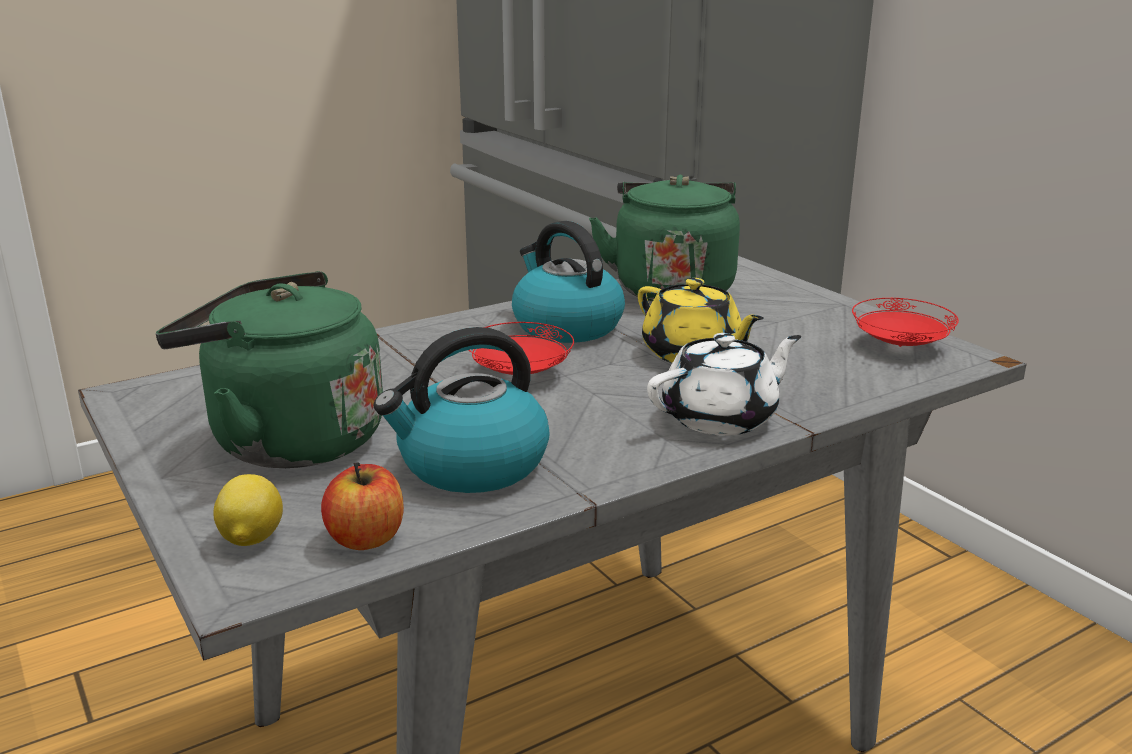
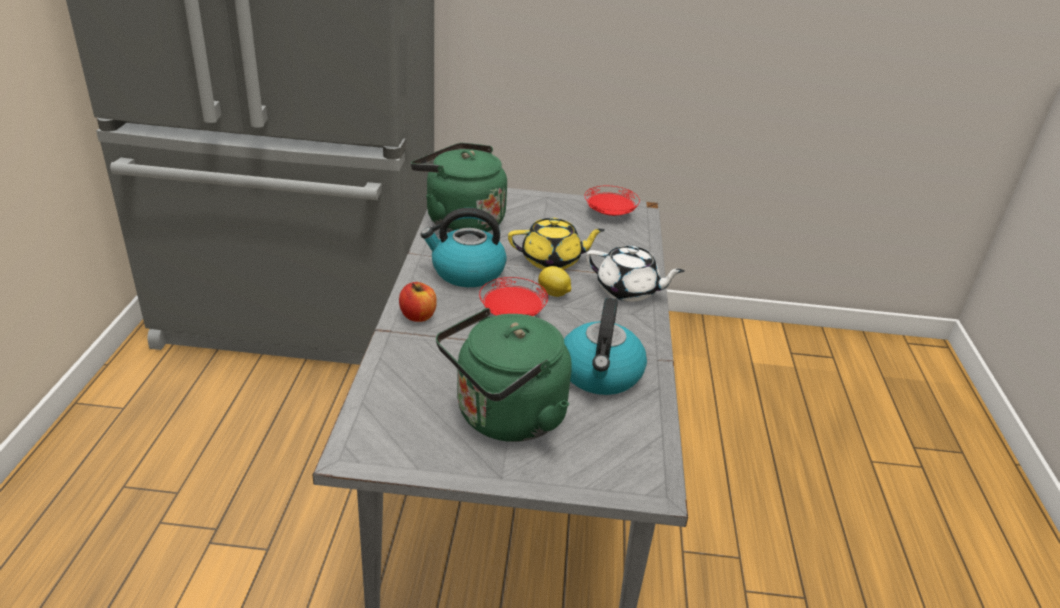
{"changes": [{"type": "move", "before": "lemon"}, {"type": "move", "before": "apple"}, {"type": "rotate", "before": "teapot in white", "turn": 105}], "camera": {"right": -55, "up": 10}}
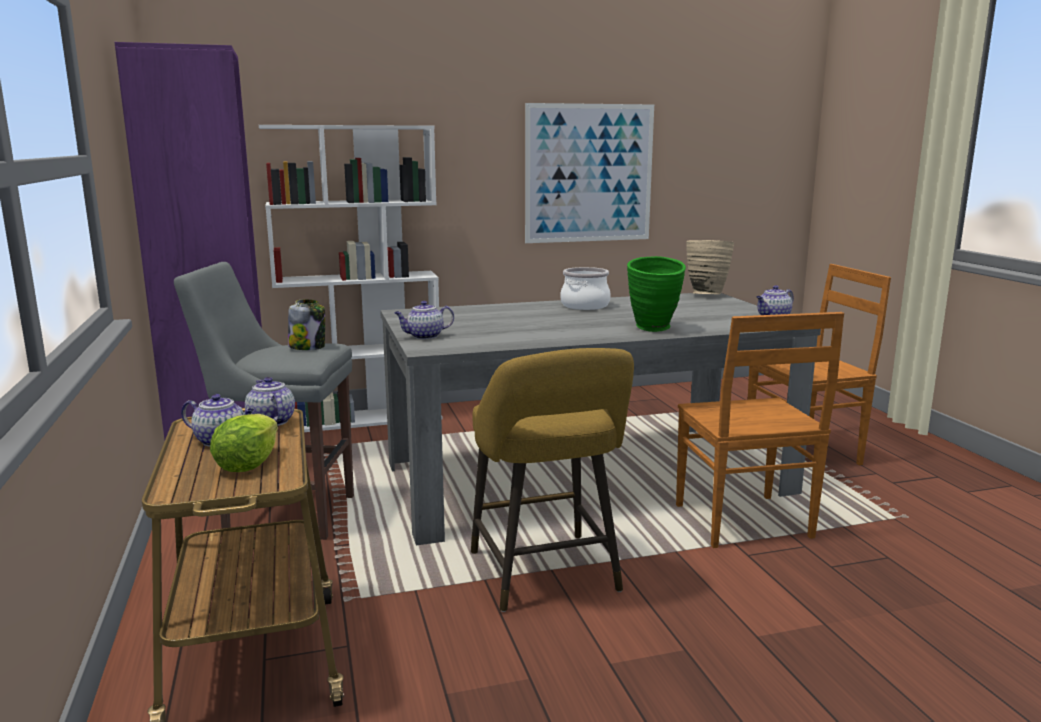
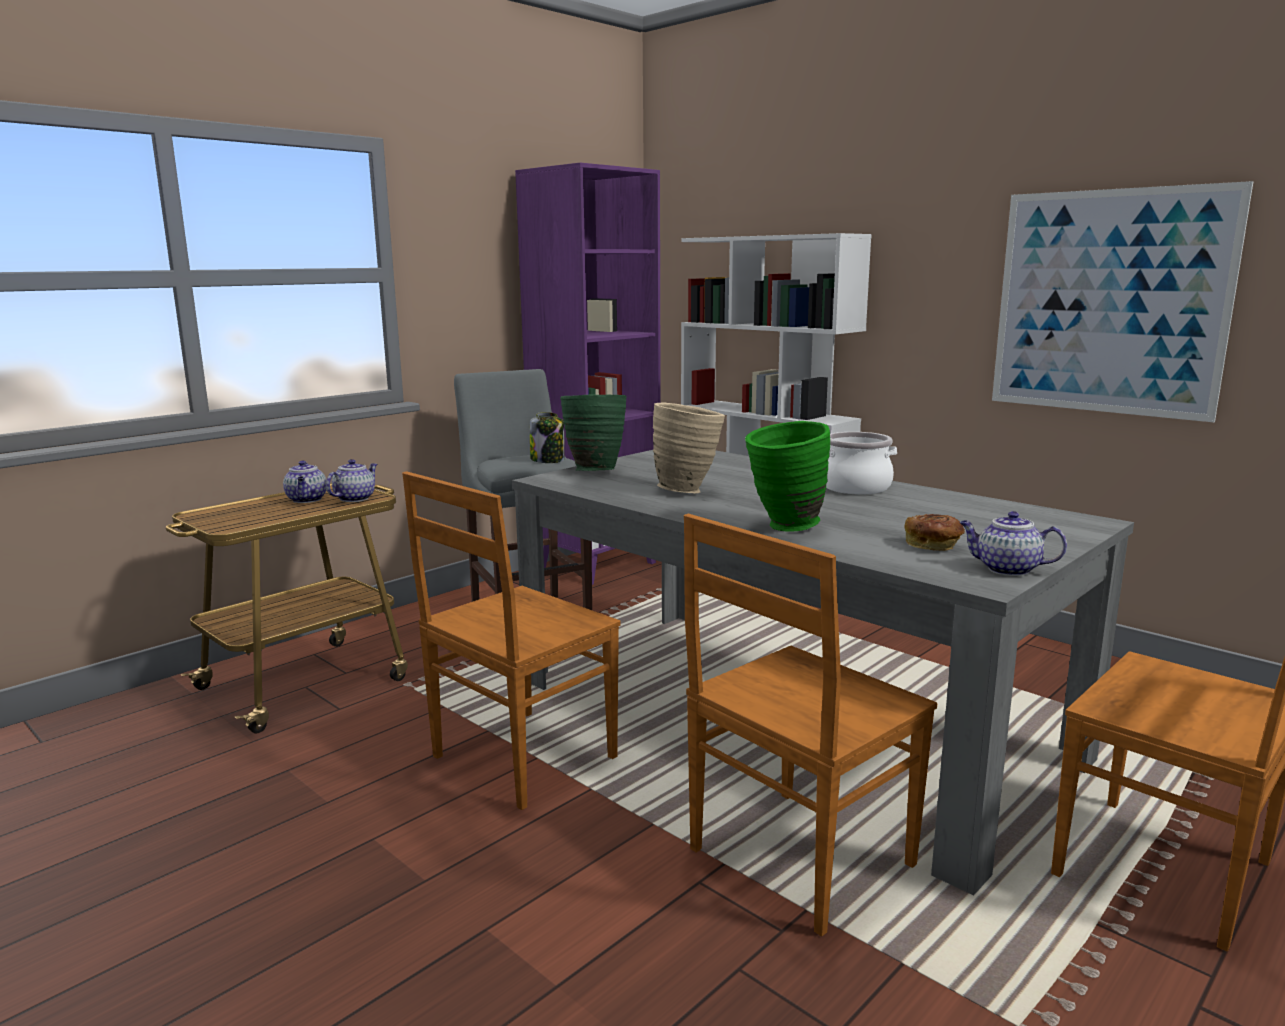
{"changes": [{"type": "delete", "before": "lettuce"}, {"type": "replace", "before": "teapot (3rd from left)", "after": "vase in green (1st from left)"}, {"type": "replace", "before": "stool in yellow", "after": "chair in brown (1st from left)"}, {"type": "move", "before": "vase in beige"}, {"type": "insert", "after": "bread"}], "camera": {"right": 60, "up": 0}}
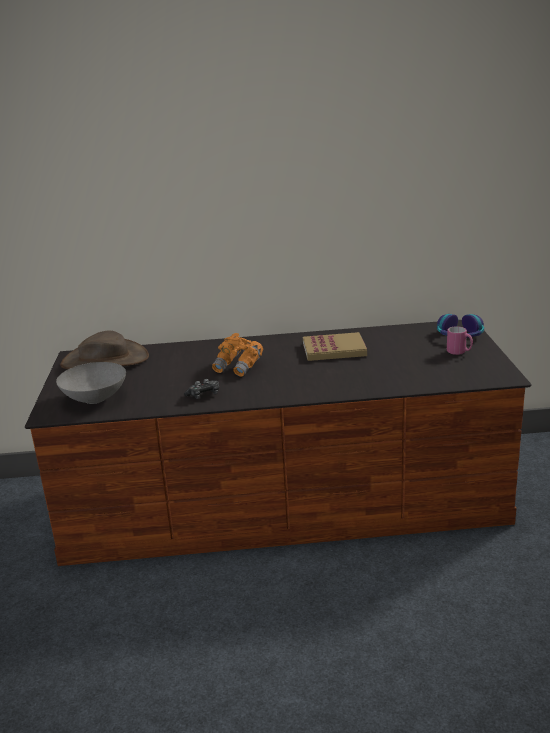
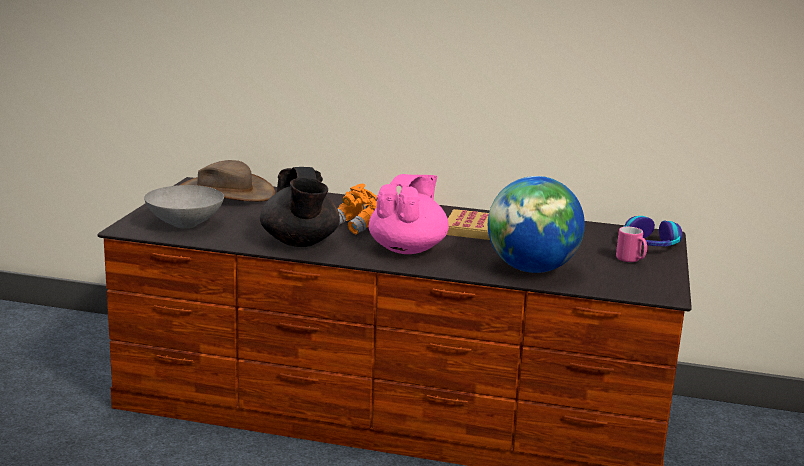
{"changes": [{"type": "replace", "before": "game controller", "after": "teapot in black"}, {"type": "insert", "after": "teapot in pink"}, {"type": "insert", "after": "globe"}], "camera": {"right": 15, "up": -5}}
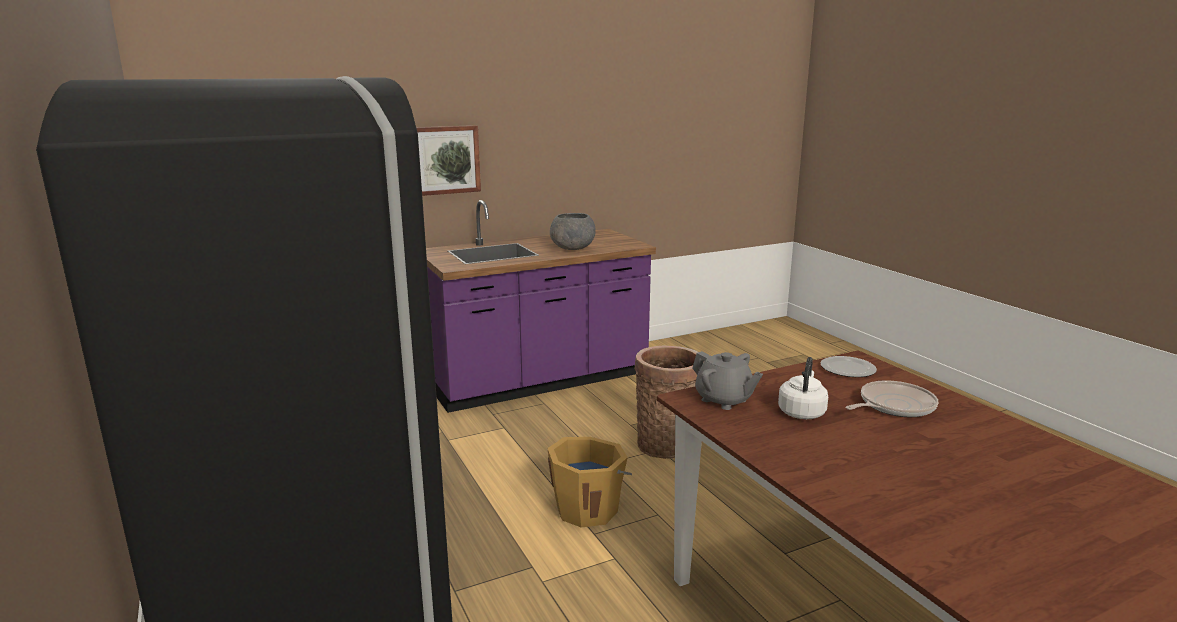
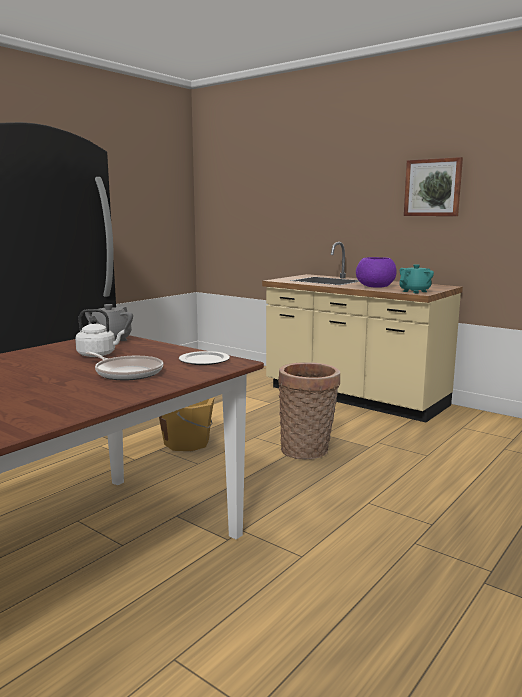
{"changes": [{"type": "move", "before": "picture"}, {"type": "recolor", "before": "counter in purple", "after": "counter in beige"}, {"type": "recolor", "before": "bowl in grey", "after": "bowl in purple"}, {"type": "insert", "after": "teapot in turquoise"}], "camera": {"right": 65, "up": -5}}
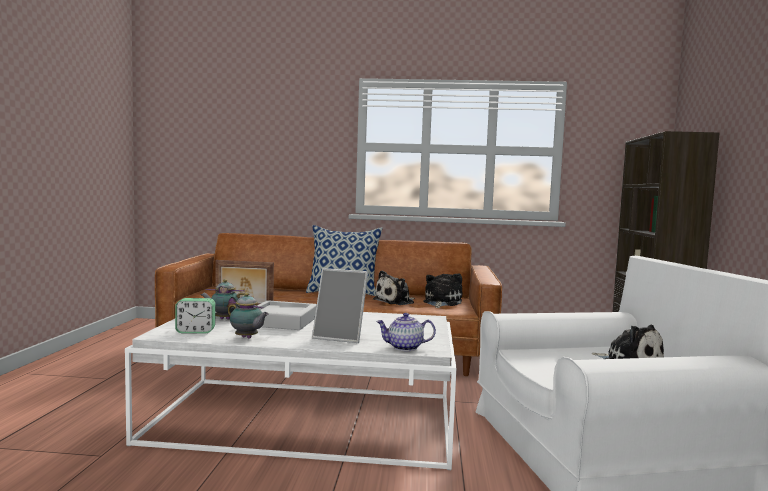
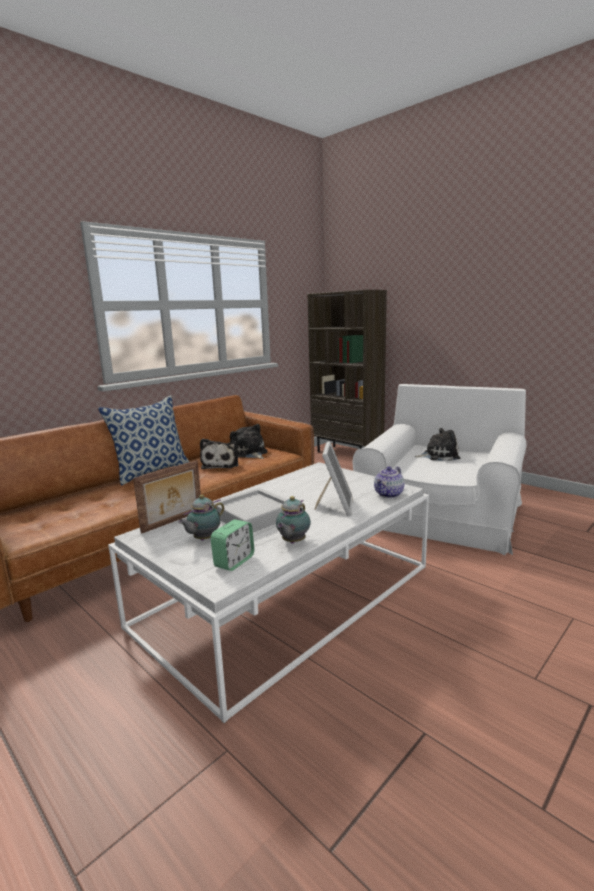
{"changes": [{"type": "rotate", "before": "teapot (2nd from left)", "turn": 135}, {"type": "rotate", "before": "picture frame (2nd from left)", "turn": -45}], "camera": {"right": -50, "up": 10}}
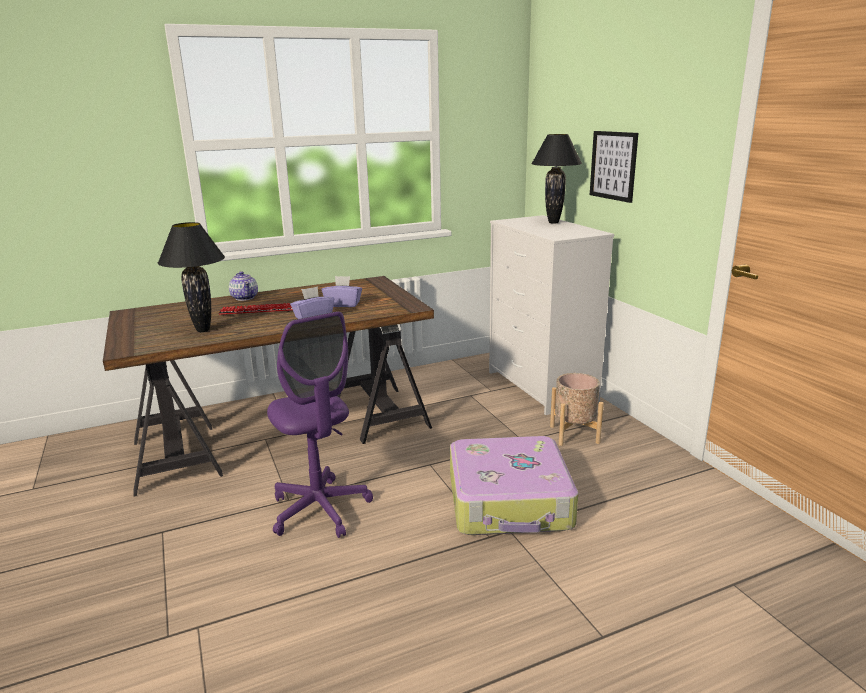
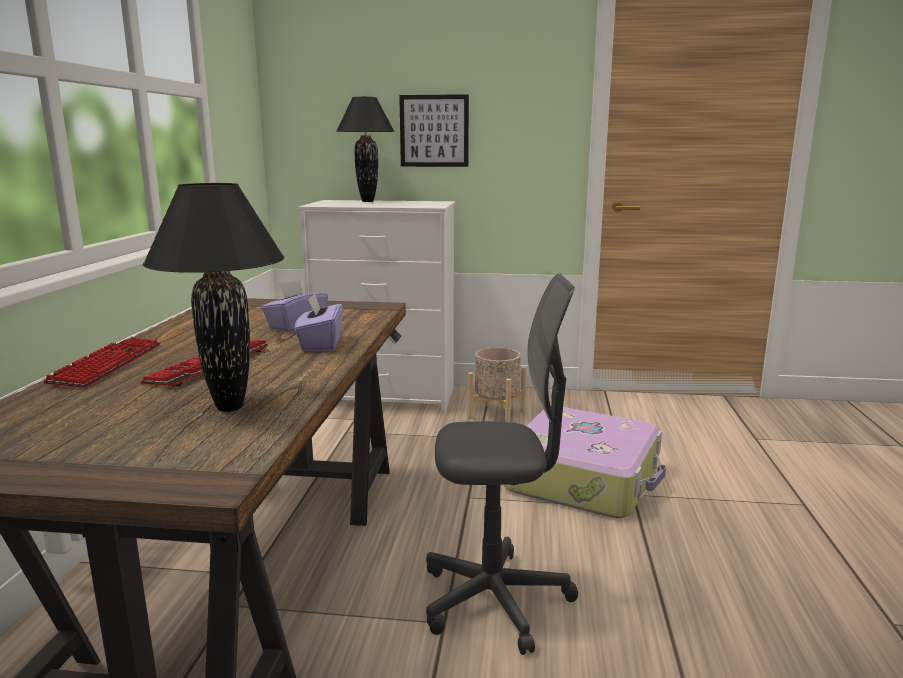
{"changes": [{"type": "replace", "before": "teapot", "after": "keyboard (1st from left)"}, {"type": "recolor", "before": "office chair in purple", "after": "office chair in grey"}], "camera": {"right": -60, "up": -5}}
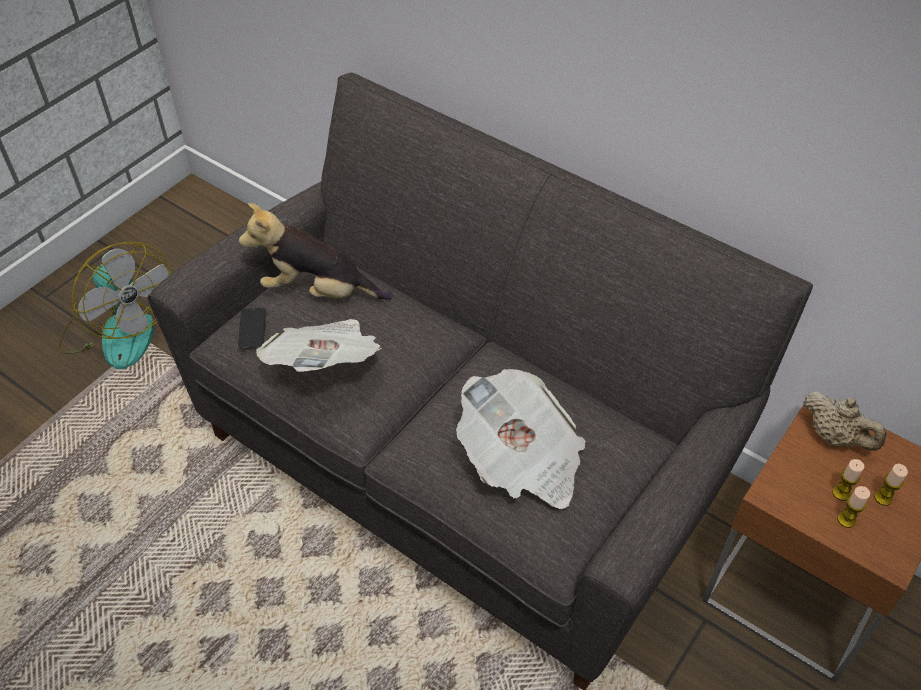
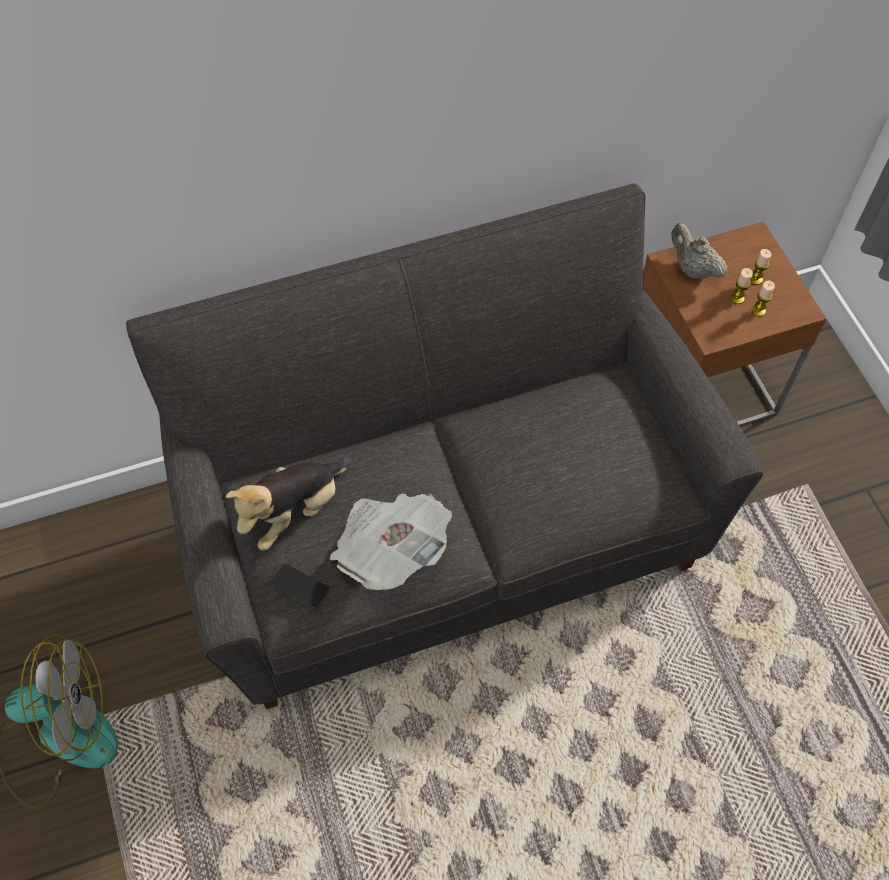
{"changes": [{"type": "delete", "before": "newspaper (2nd from left)"}, {"type": "rotate", "before": "teapot in beige", "turn": -120}], "camera": {"right": -55, "up": 10}}
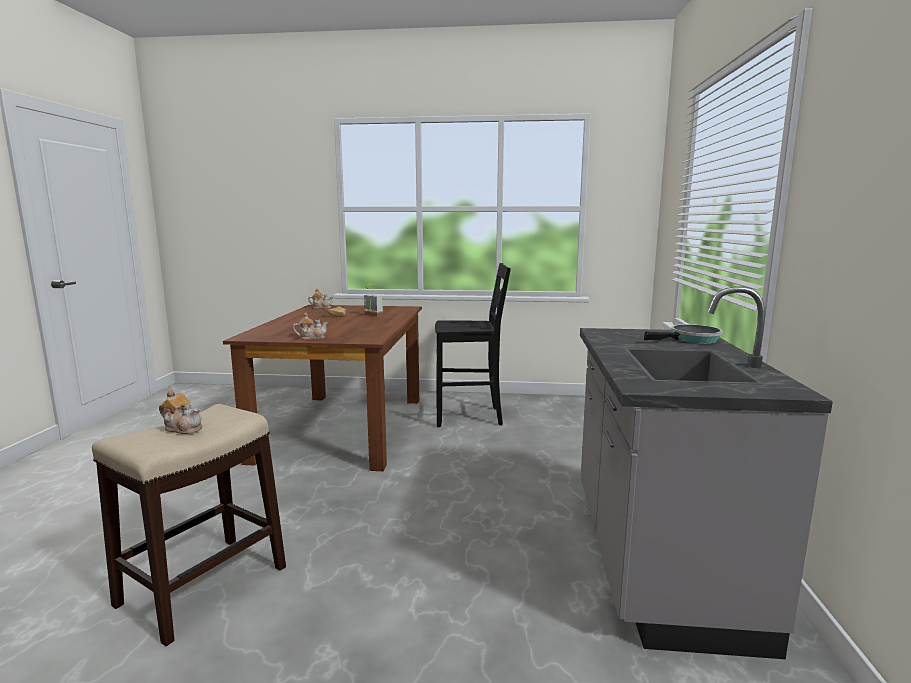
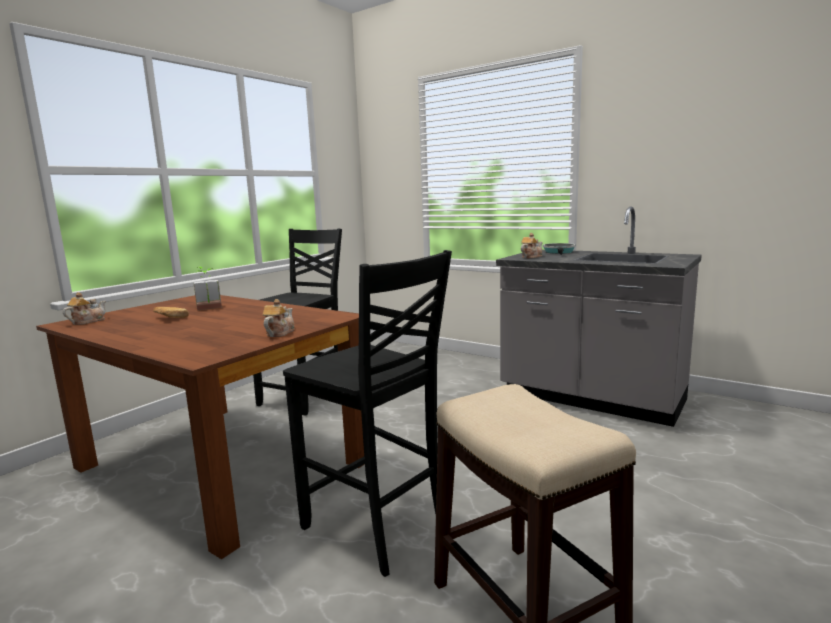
{"changes": [{"type": "move", "before": "teapot (1st from left in the first image)", "after": "teapot (3rd from left)"}, {"type": "insert", "after": "chair in black (2nd from left)"}], "camera": {"right": -60, "up": 0}}
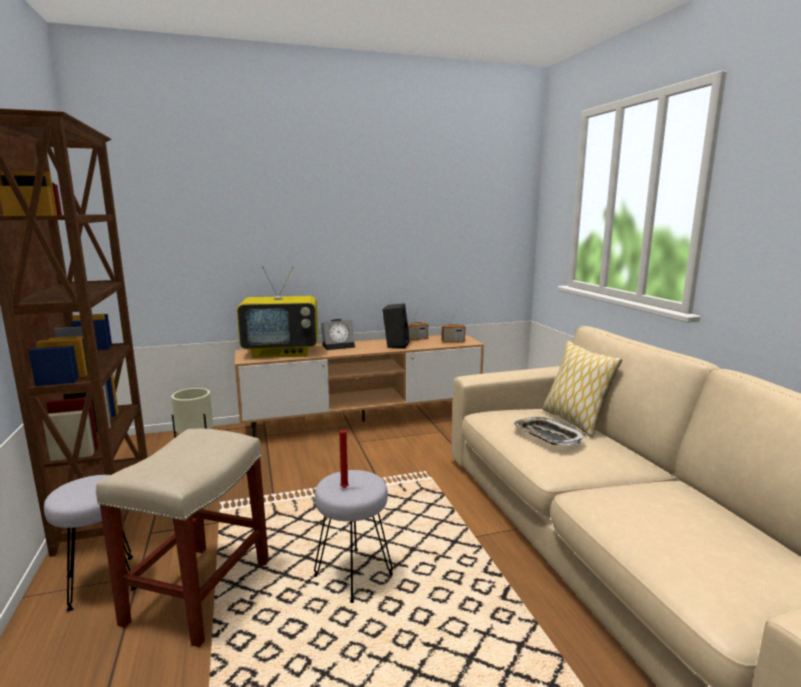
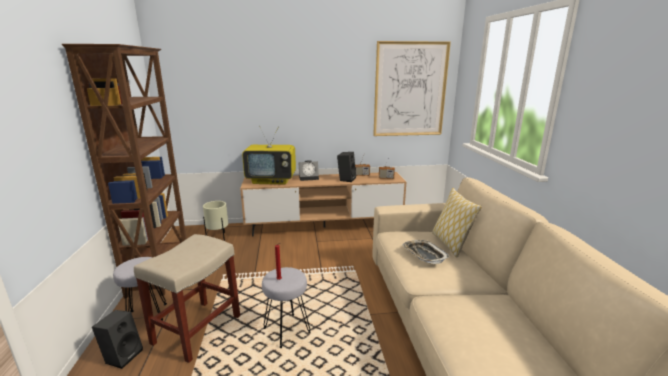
{"changes": [{"type": "insert", "after": "speaker in black (1st from left)"}, {"type": "insert", "after": "picture"}], "camera": {"right": 10, "up": 5}}
